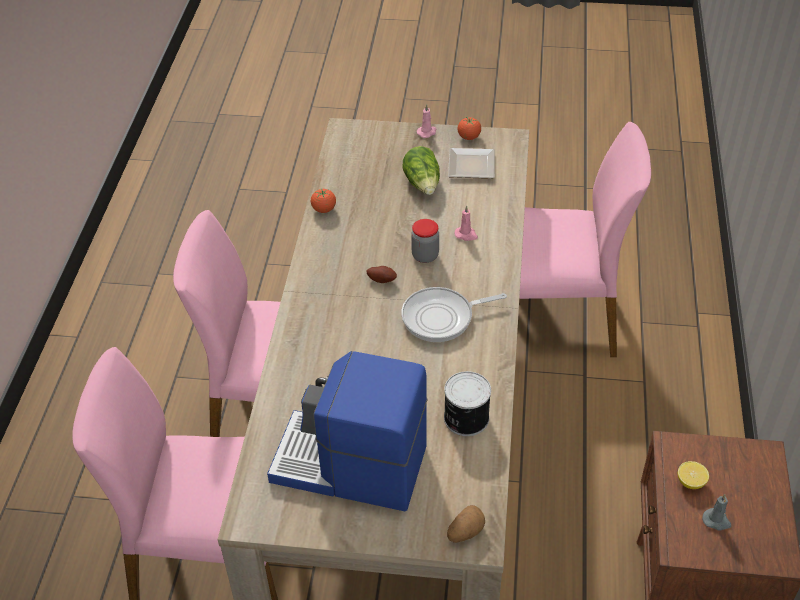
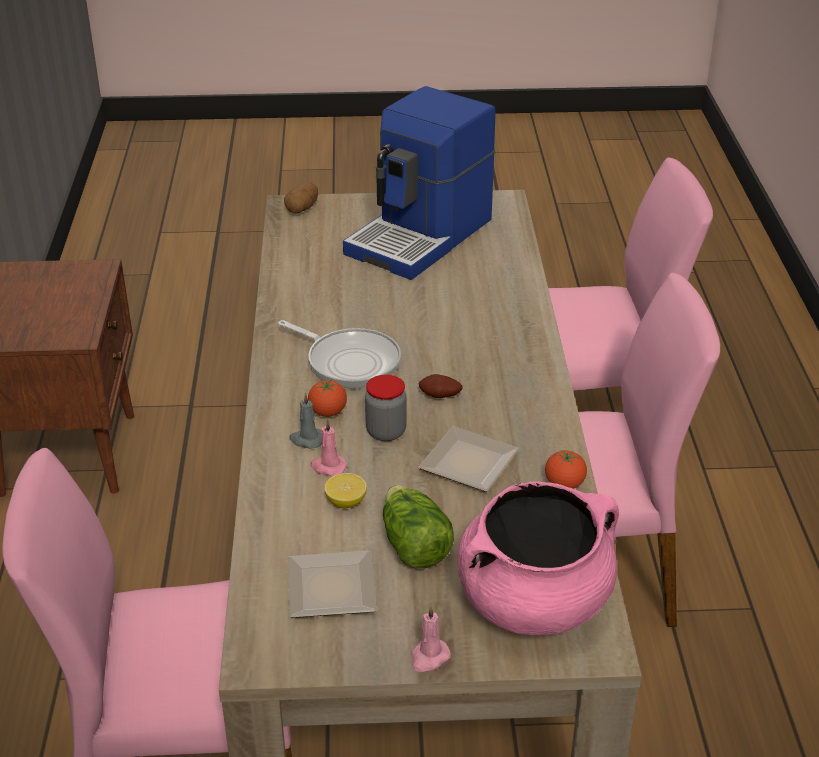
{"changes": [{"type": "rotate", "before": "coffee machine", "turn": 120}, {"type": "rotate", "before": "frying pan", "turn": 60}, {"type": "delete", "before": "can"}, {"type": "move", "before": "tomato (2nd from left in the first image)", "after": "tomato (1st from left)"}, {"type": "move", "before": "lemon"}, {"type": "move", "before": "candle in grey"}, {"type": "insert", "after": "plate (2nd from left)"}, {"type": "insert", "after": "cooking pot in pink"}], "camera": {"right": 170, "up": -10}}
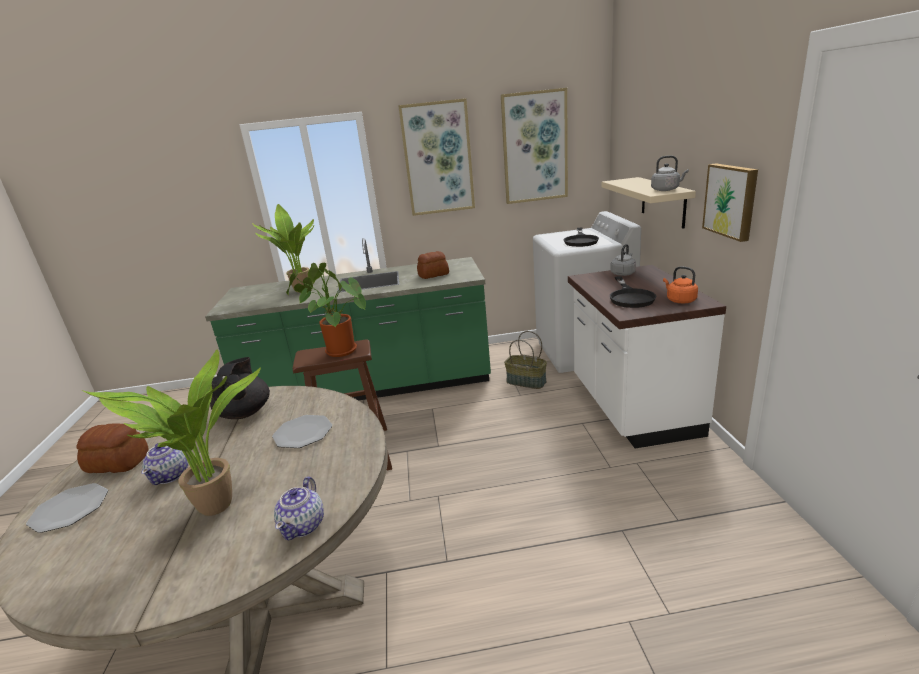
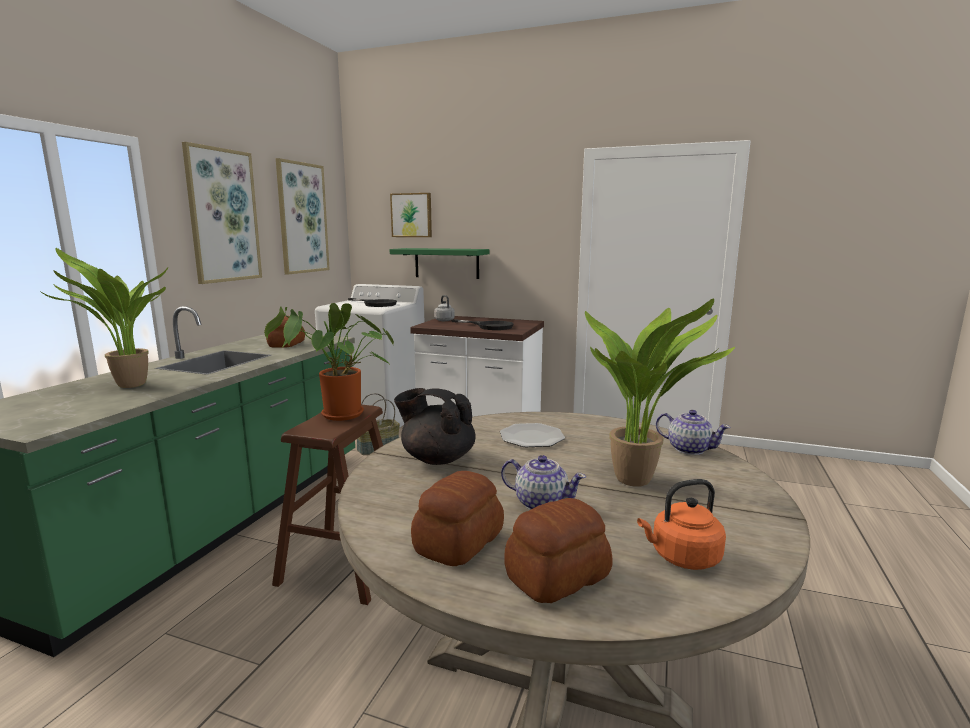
{"changes": [{"type": "replace", "before": "plate (1st from left)", "after": "bread (3rd from left)"}, {"type": "recolor", "before": "shelf in beige", "after": "shelf in green"}, {"type": "delete", "before": "kettle in grey (2nd from left)"}, {"type": "move", "before": "kettle in orange"}, {"type": "move", "before": "picture (3rd from left)"}], "camera": {"right": -65, "up": -10}}
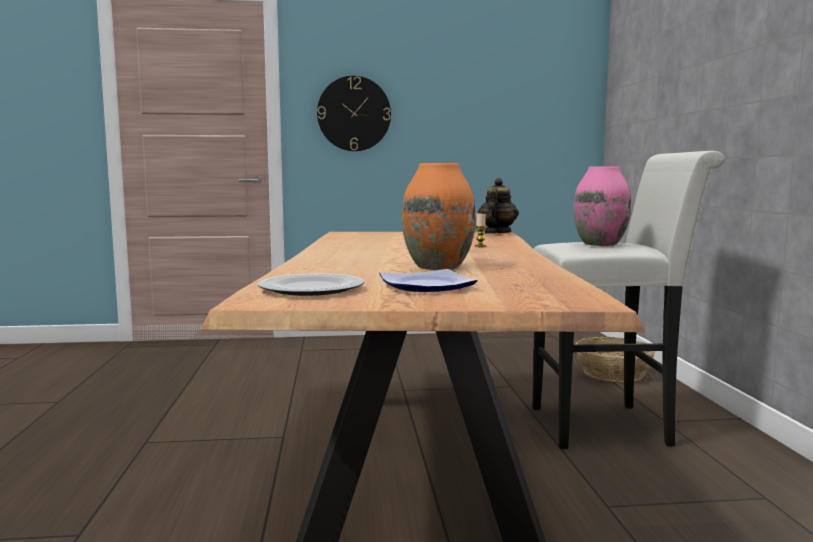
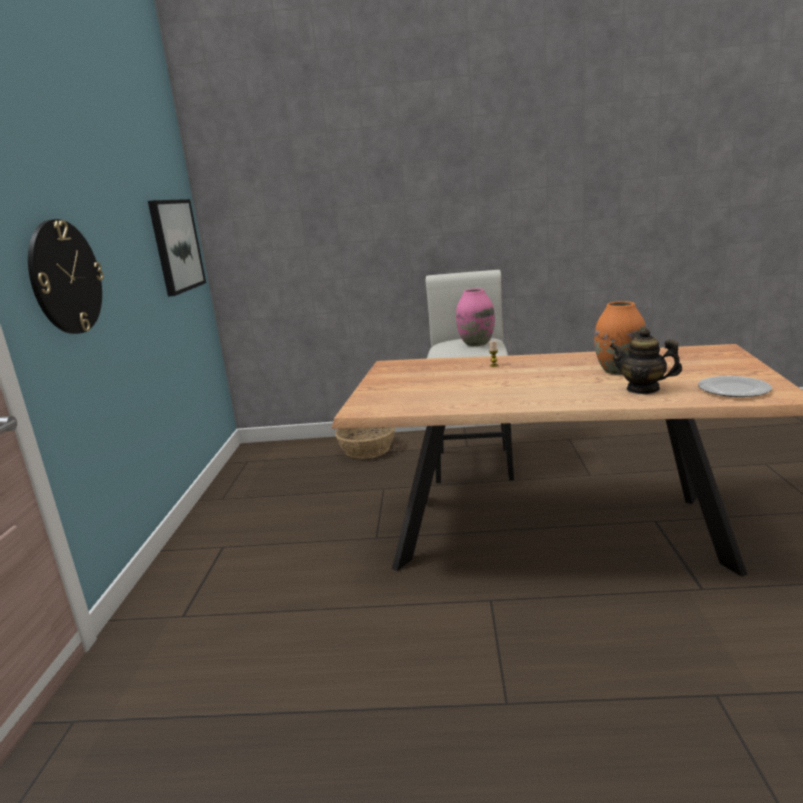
{"changes": [{"type": "delete", "before": "plate (2nd from left)"}, {"type": "move", "before": "teapot"}, {"type": "insert", "after": "picture"}], "camera": {"right": -80, "up": 10}}
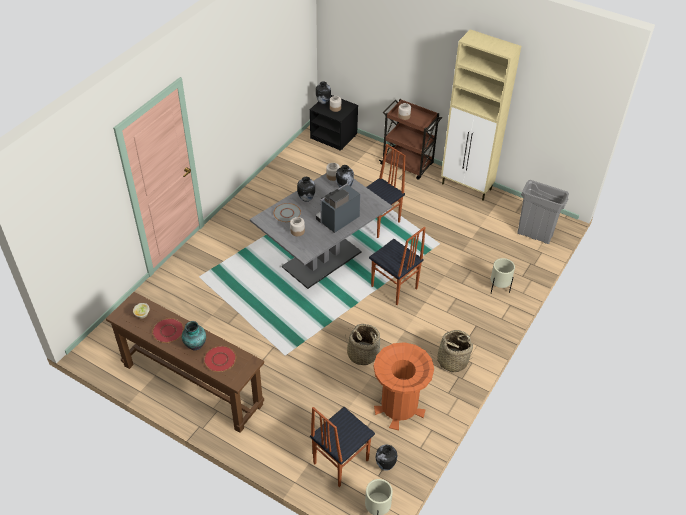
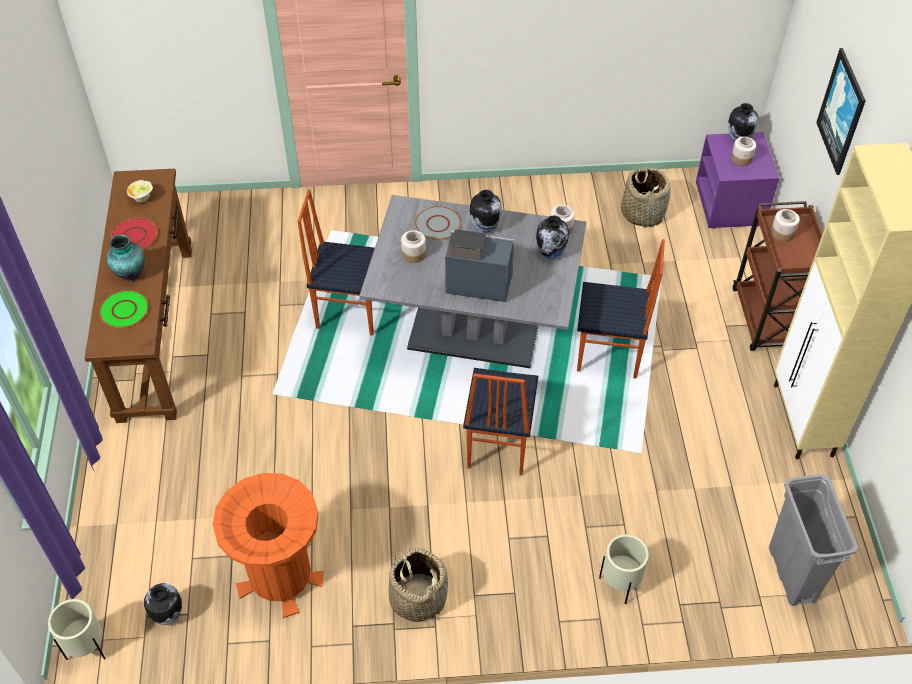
{"changes": [{"type": "recolor", "before": "plate in red (2nd from left)", "after": "plate in green"}, {"type": "recolor", "before": "nightstand in black", "after": "nightstand in purple"}, {"type": "move", "before": "chair (1st from left)"}, {"type": "move", "before": "basket (1st from left in the first image)", "after": "basket (2nd from left)"}, {"type": "insert", "after": "picture"}], "camera": {"right": 55, "up": 5}}
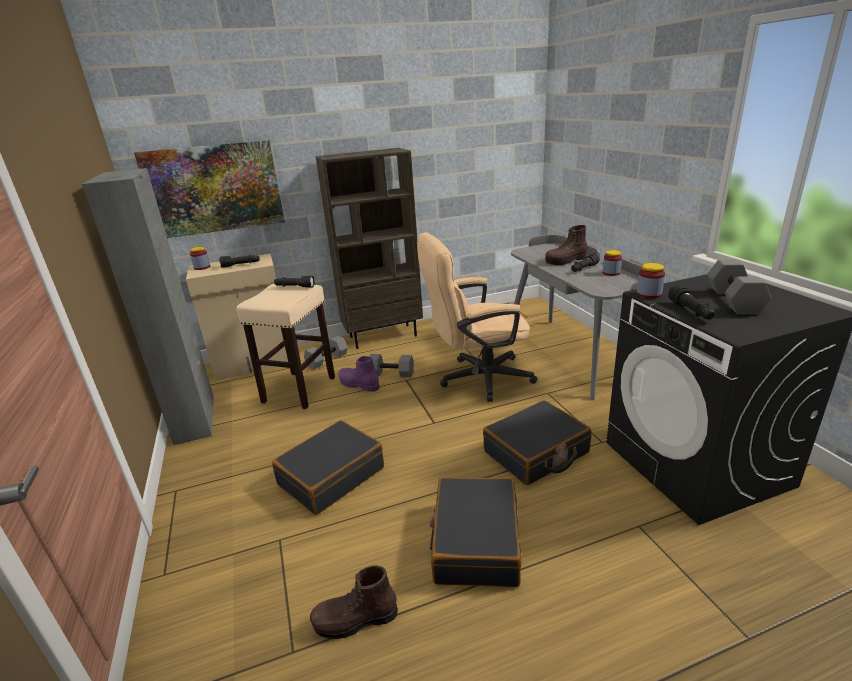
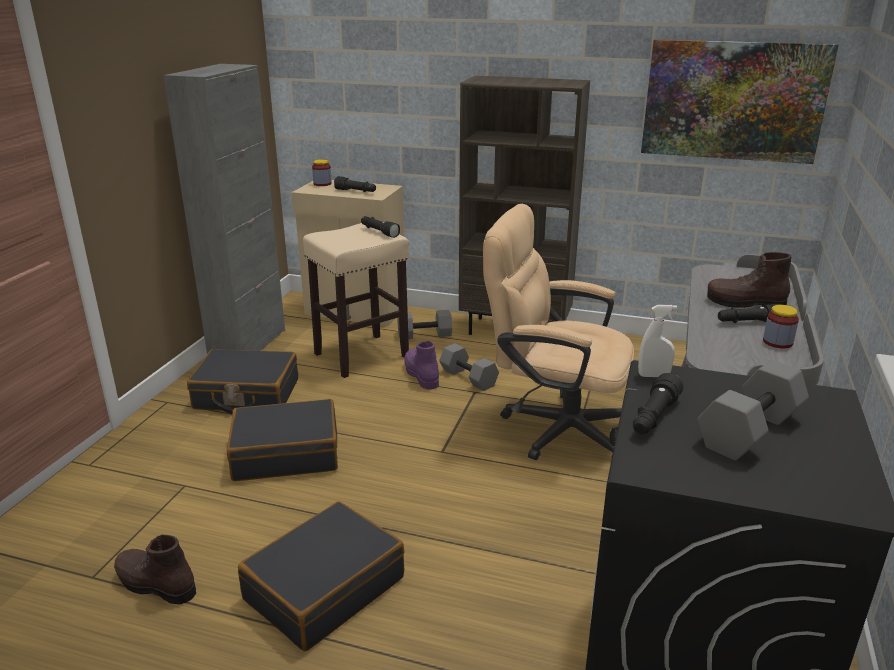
{"changes": [{"type": "move", "before": "picture"}, {"type": "move", "before": "suitcase in black (3rd from left in the first image)", "after": "suitcase in black (1st from left)"}, {"type": "replace", "before": "jar (3rd from left)", "after": "spray bottle in white"}], "camera": {"right": 35, "up": 0}}
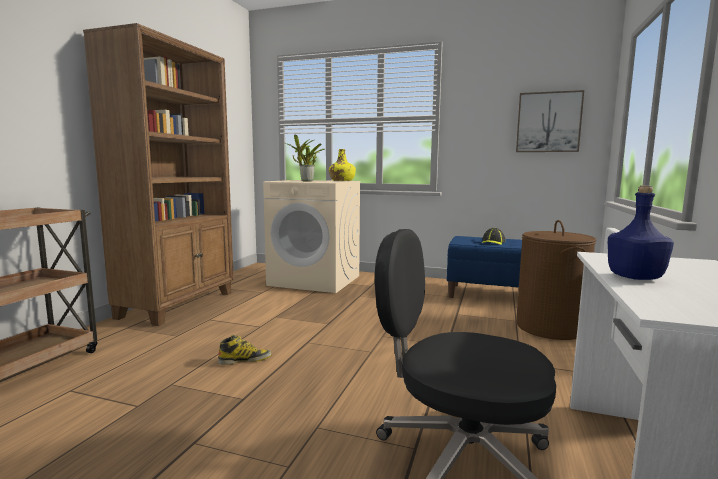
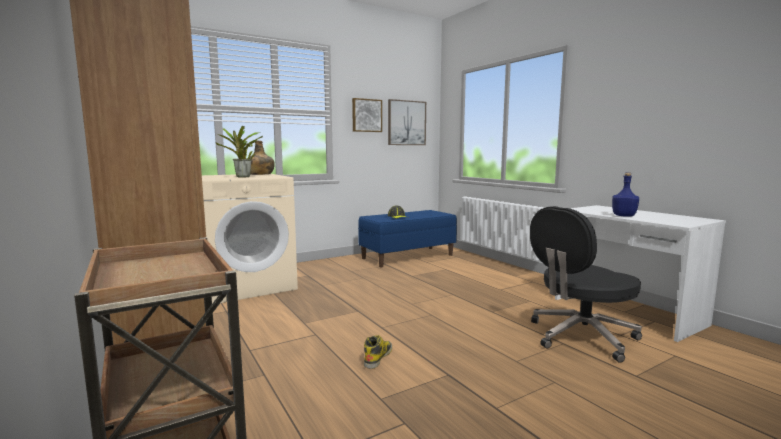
{"changes": [{"type": "recolor", "before": "bottle in yellow", "after": "bottle in green"}, {"type": "delete", "before": "laundry basket in brown"}, {"type": "insert", "after": "picture (1st from left)"}], "camera": {"right": -50, "up": 0}}
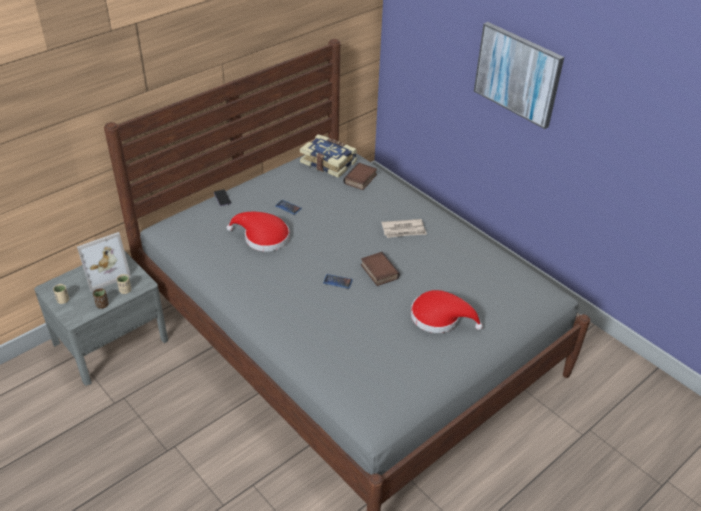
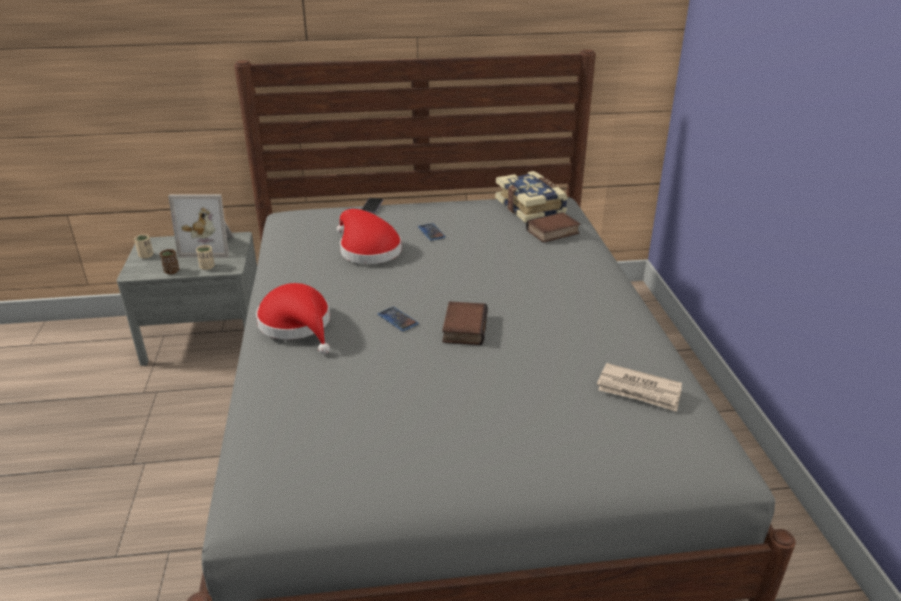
{"changes": [{"type": "move", "before": "newspaper"}, {"type": "move", "before": "hat in red (2nd from left in the first image)", "after": "hat in red (1st from left)"}, {"type": "delete", "before": "picture"}], "camera": {"right": 35, "up": -10}}
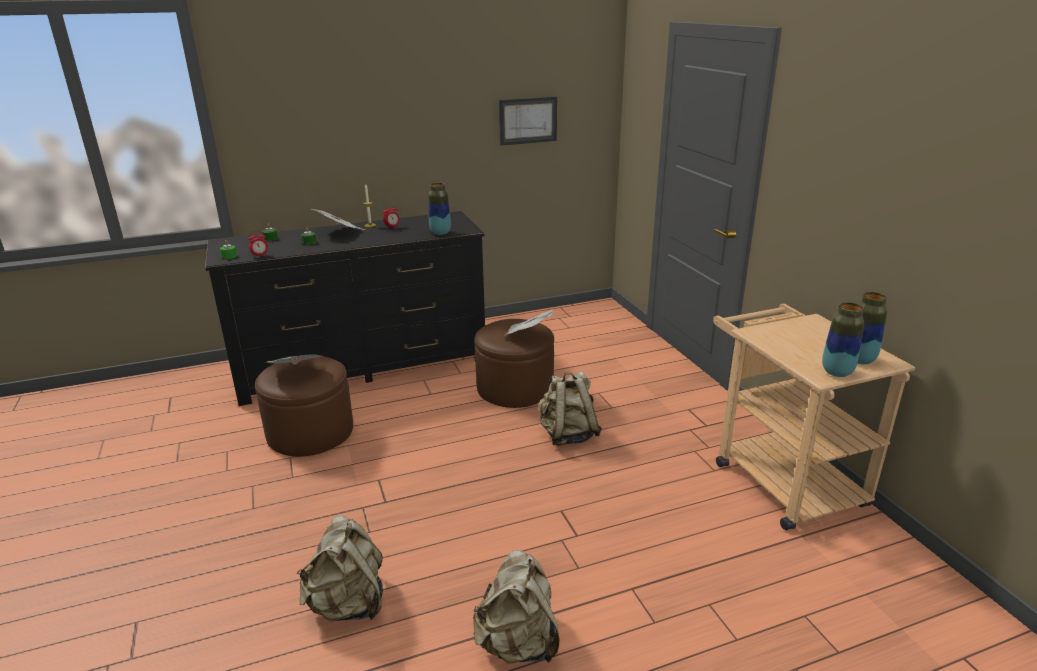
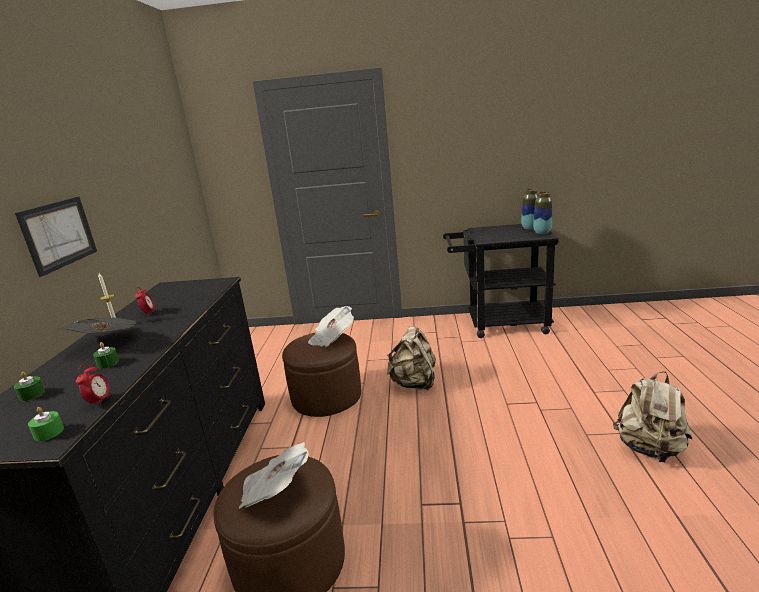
{"changes": [{"type": "delete", "before": "backpack in beige (1st from left)"}, {"type": "delete", "before": "vase (1st from left)"}, {"type": "move", "before": "picture"}, {"type": "recolor", "before": "cart in beige", "after": "cart in black"}], "camera": {"right": -65, "up": -5}}
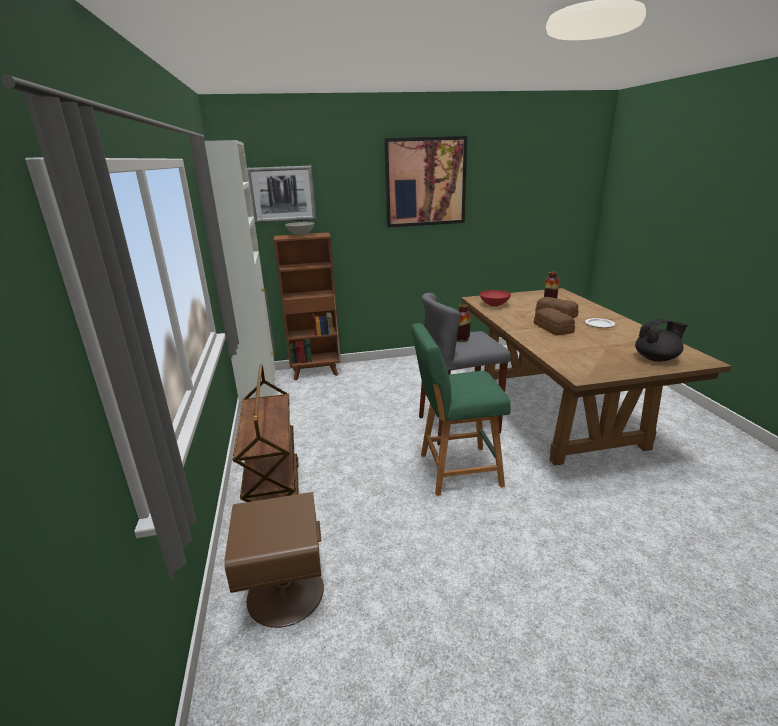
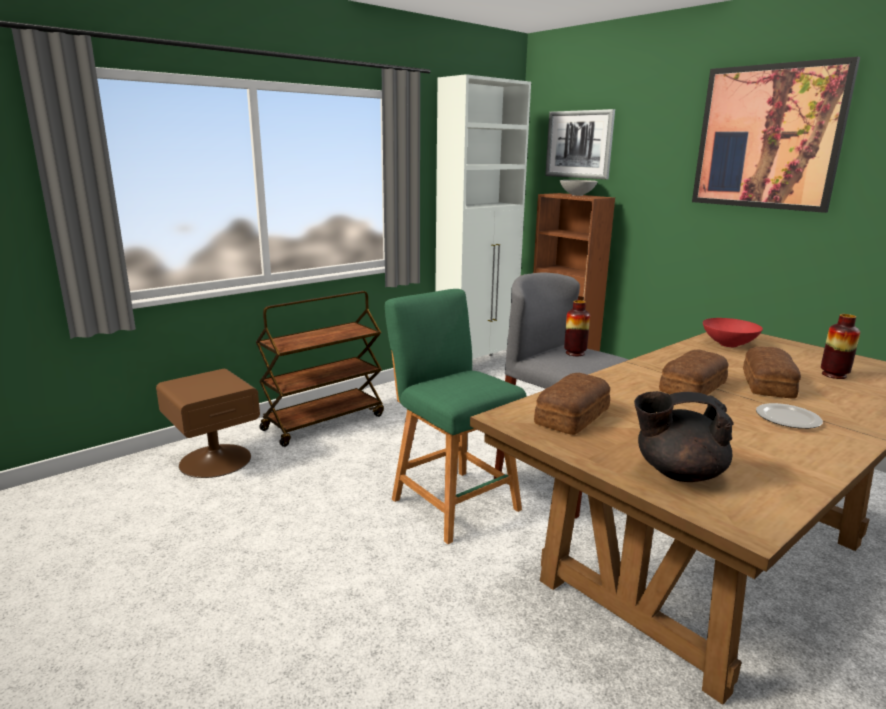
{"changes": [{"type": "rotate", "before": "teapot in black", "turn": 135}, {"type": "insert", "after": "bread (1st from left)"}], "camera": {"right": 60, "up": -5}}
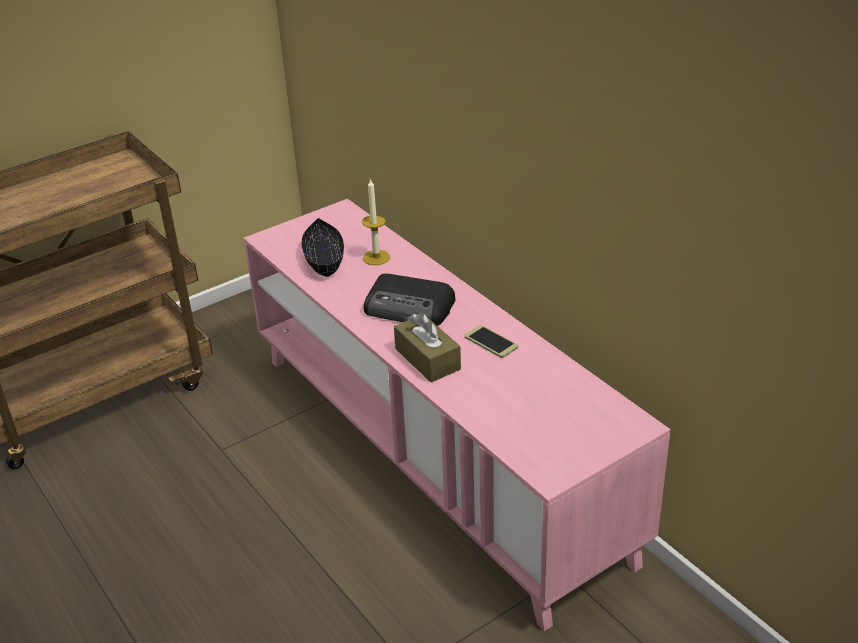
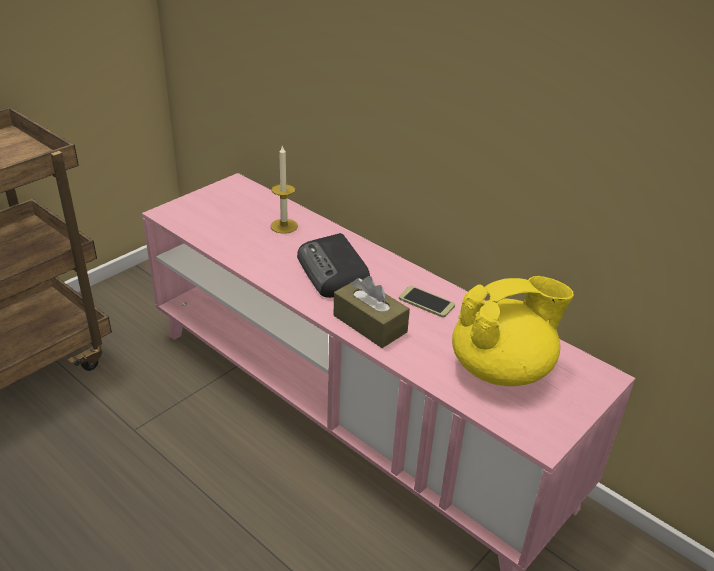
{"changes": [{"type": "delete", "before": "bowl in black"}, {"type": "rotate", "before": "radio", "turn": 60}, {"type": "insert", "after": "teapot in yellow"}], "camera": {"right": -15, "up": 0}}
